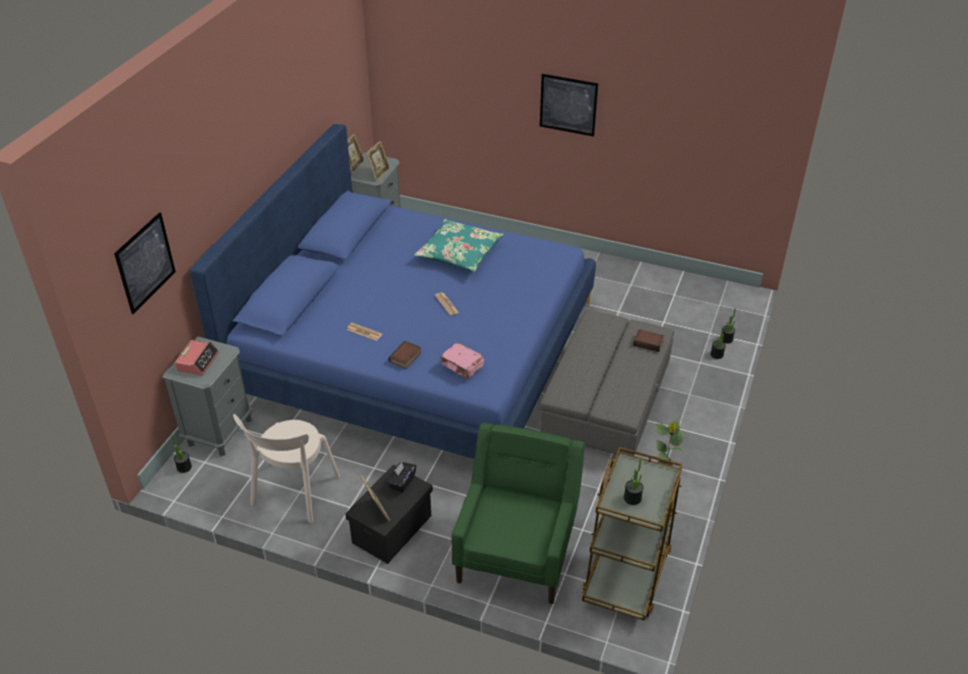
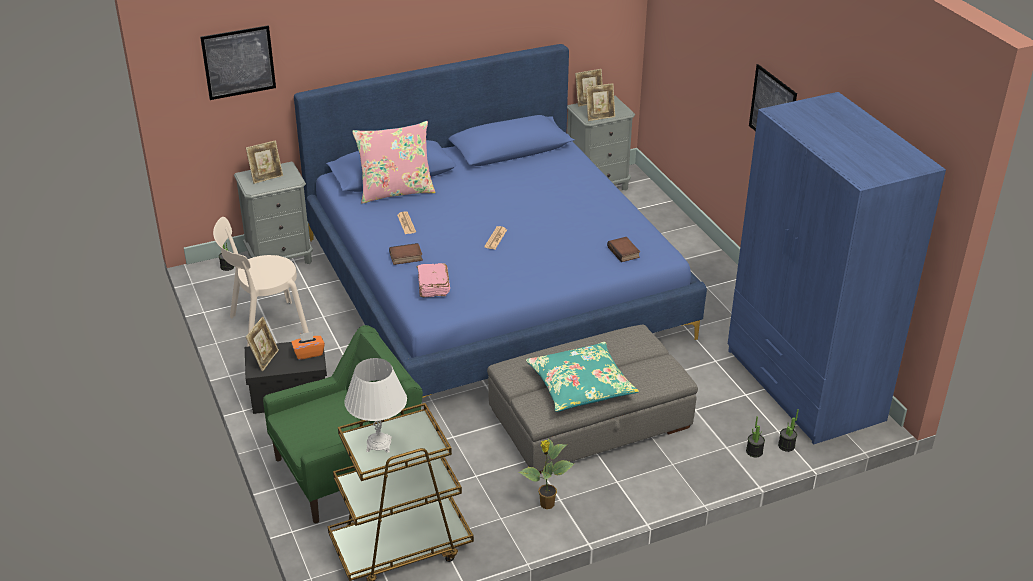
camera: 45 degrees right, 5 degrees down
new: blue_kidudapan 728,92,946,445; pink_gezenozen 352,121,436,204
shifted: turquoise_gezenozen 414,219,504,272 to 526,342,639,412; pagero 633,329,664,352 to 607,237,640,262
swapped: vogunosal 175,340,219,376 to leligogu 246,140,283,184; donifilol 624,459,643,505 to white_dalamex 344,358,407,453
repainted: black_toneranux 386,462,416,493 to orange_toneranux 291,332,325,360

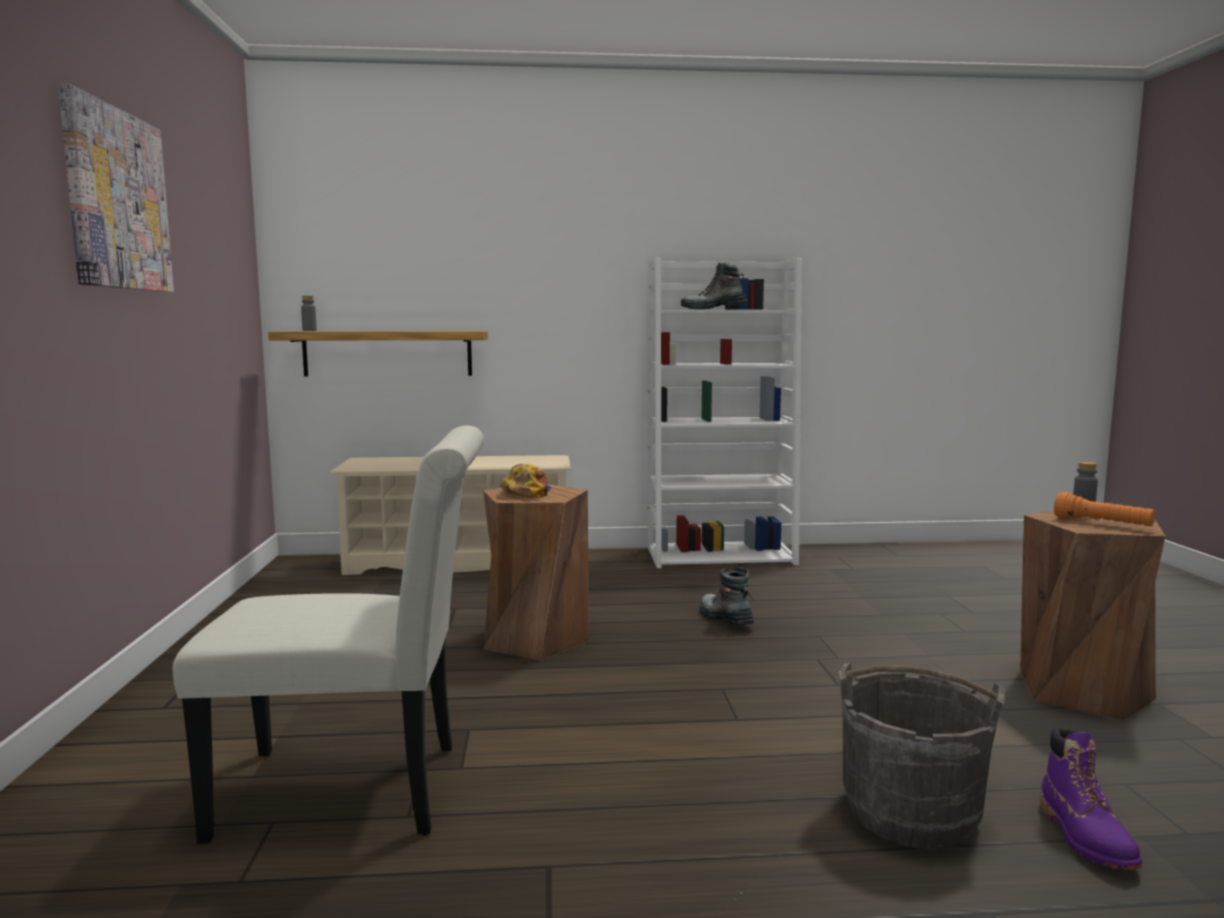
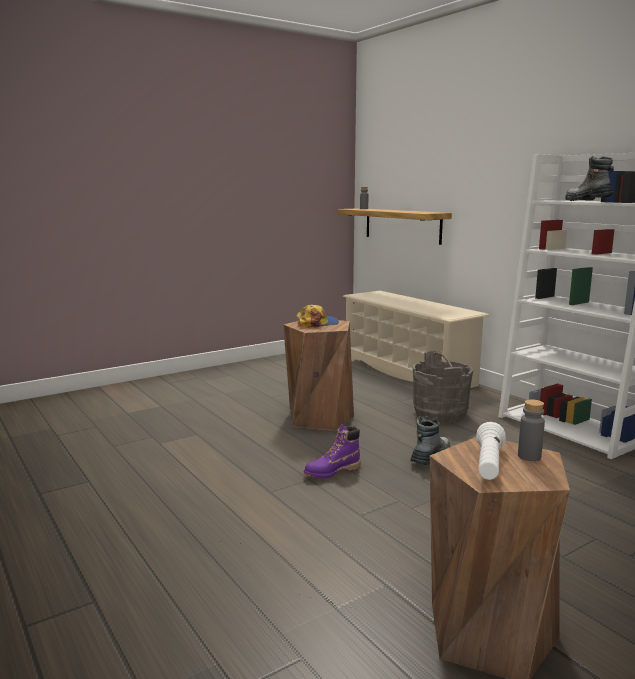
camera: 60 degrees right, 5 degrees up
gone: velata 58,84,174,292; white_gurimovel 172,426,484,844
shifted: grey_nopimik 839,663,1006,849 to 412,351,473,423; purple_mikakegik 1040,728,1142,870 to 304,424,361,479
repainted: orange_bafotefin 1054,492,1155,526 to white_bafotefin 476,422,506,480

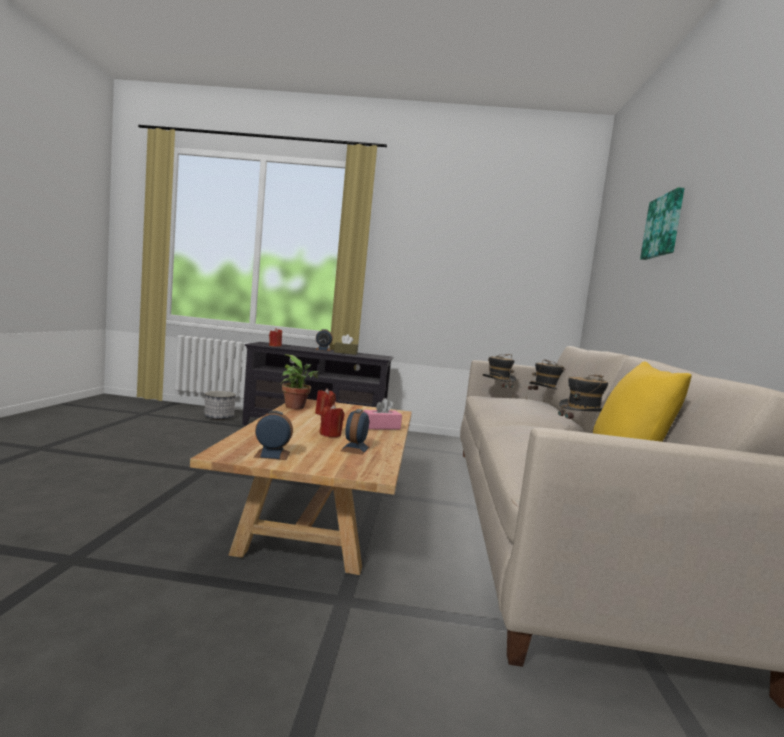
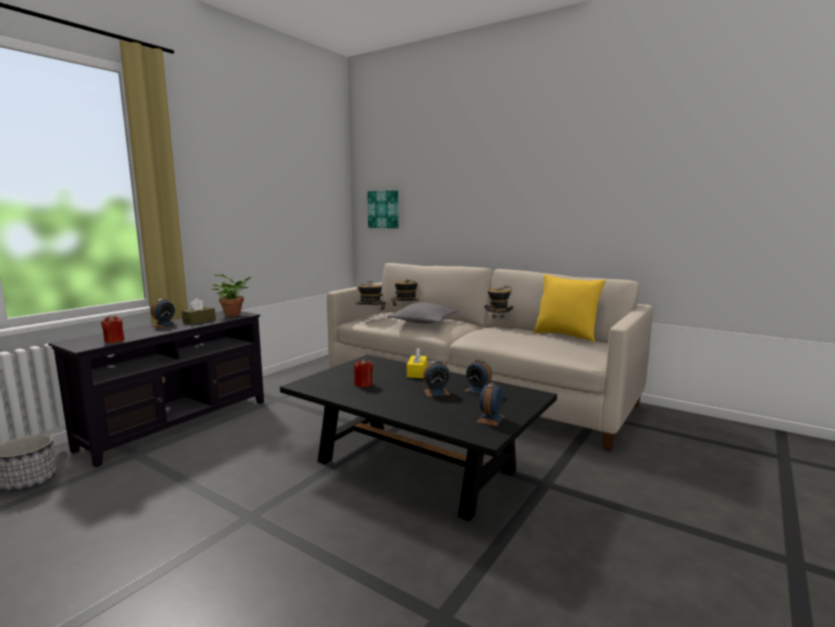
camera: 60 degrees left, 5 degrees up
new: grey_gezenozen 387,302,458,324
shifted: velata 640,187,684,260 to 367,190,399,228; donifilol 280,354,319,409 to 211,274,254,317
swapped: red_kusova 319,404,345,437 to vogunosal 423,361,450,397
repainted: pink_toneranux 364,398,402,430 to yellow_toneranux 407,348,427,378; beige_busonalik 190,399,412,575 to black_busonalik 280,355,557,521

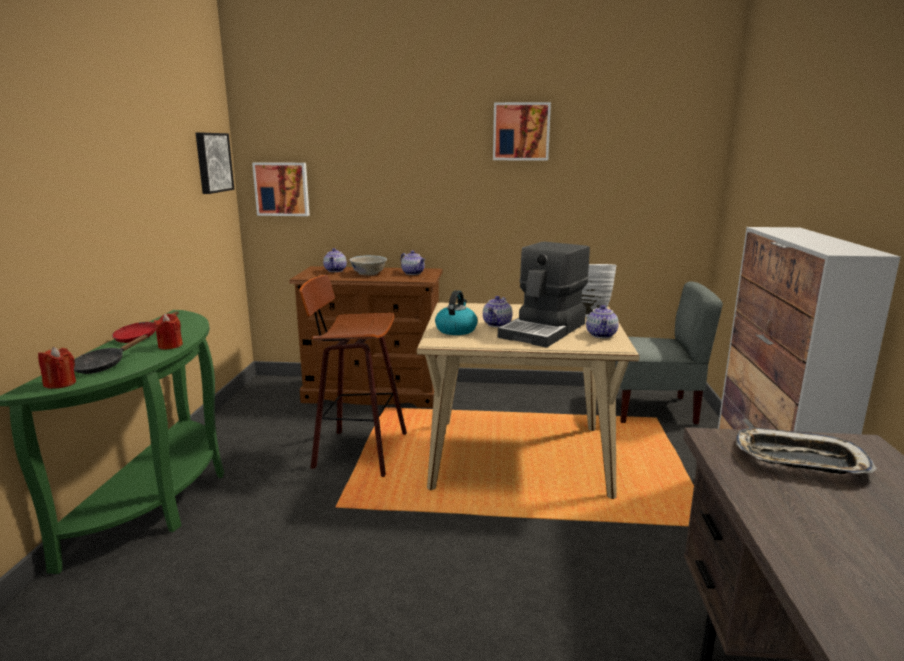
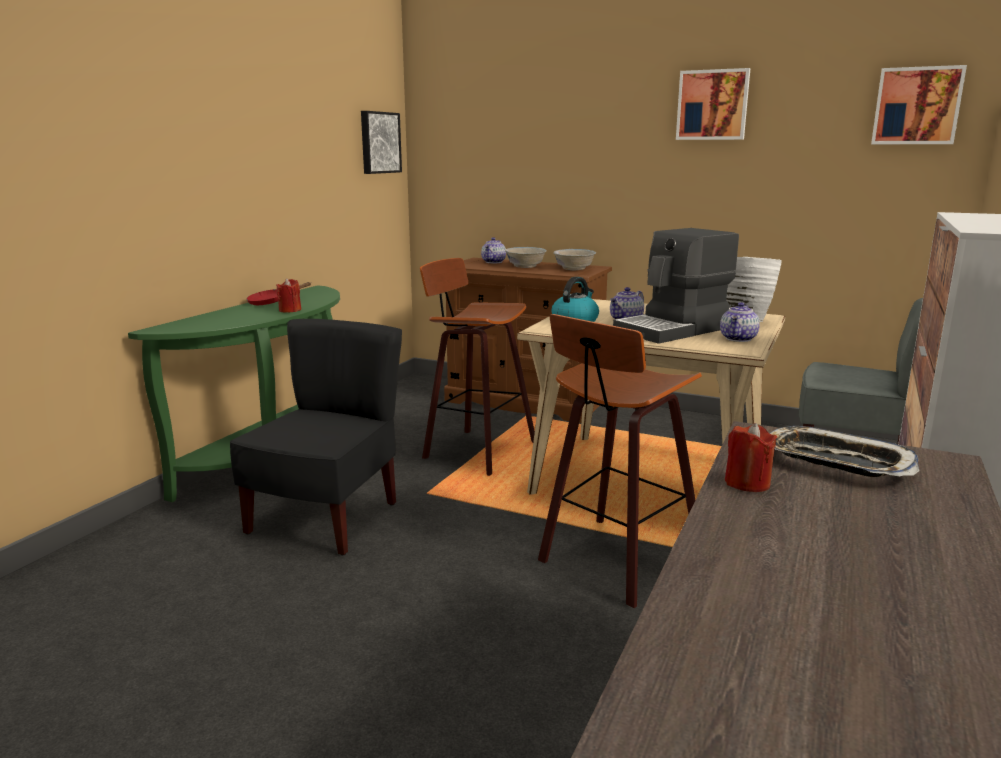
camera: 20 degrees right, 0 degrees up
gone: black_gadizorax 74,335,148,374
new: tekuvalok 538,314,702,608; black_gurimovel 230,319,402,555
shifted: velata 252,162,310,216 to 871,65,967,144; red_kusova 38,347,76,389 to 725,423,777,492
swapped: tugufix 401,251,425,275 to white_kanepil 553,249,596,270

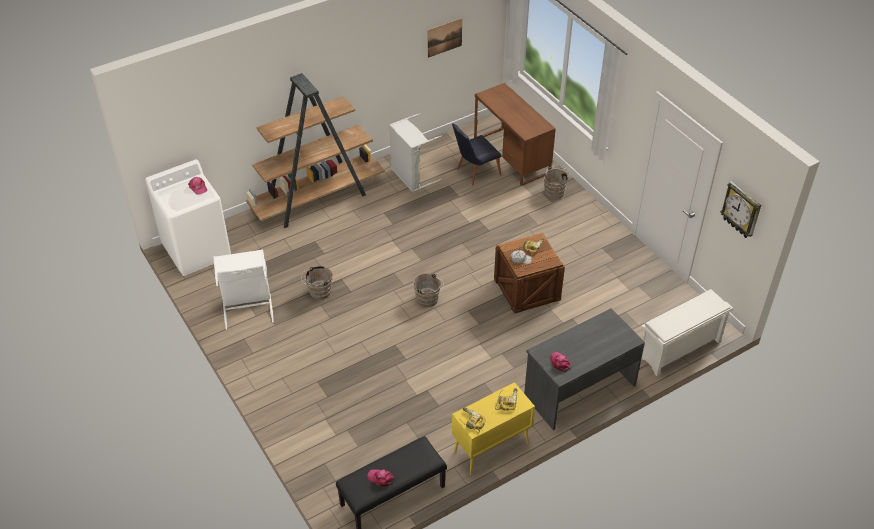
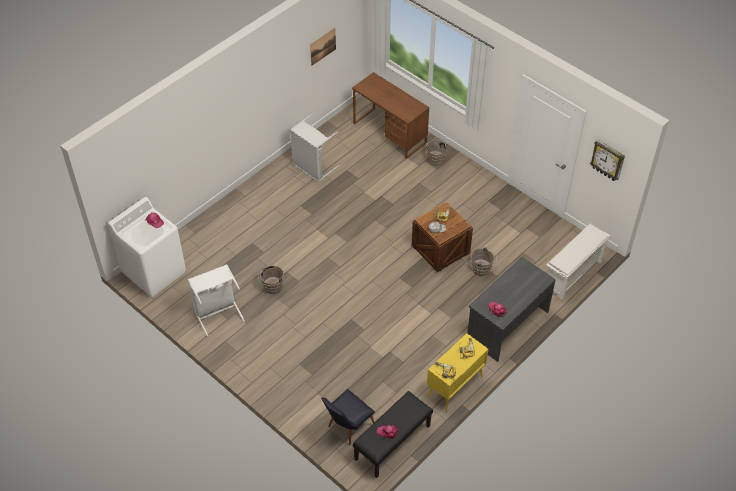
camera: 15 degrees left, 5 degrees up
gone: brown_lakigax 246,73,385,228
shifted: black_gurimovel 452,124,502,186 to 321,389,375,445; brown_nopimik 413,273,444,308 to 471,248,497,276

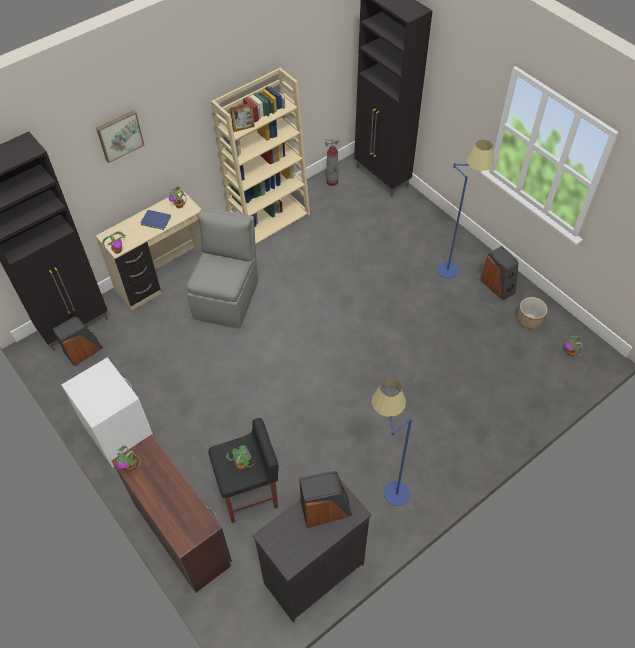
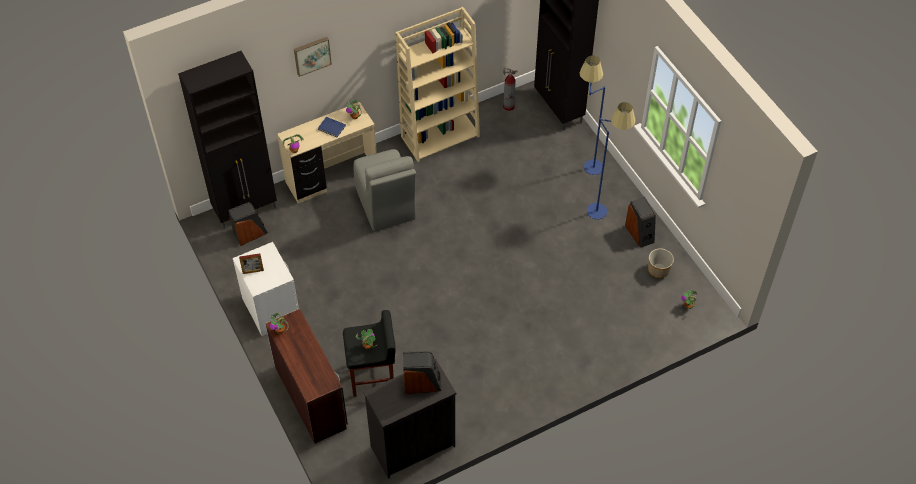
camera: 10 degrees right, 0 degrees up
shifted: leligogu 230,102,255,132 to 239,253,264,274; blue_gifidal 372,379,412,506 to 580,55,605,175
rotated: grey_gurimovel 187,208,258,328 = 354,149,416,231 135 degrees clockwise

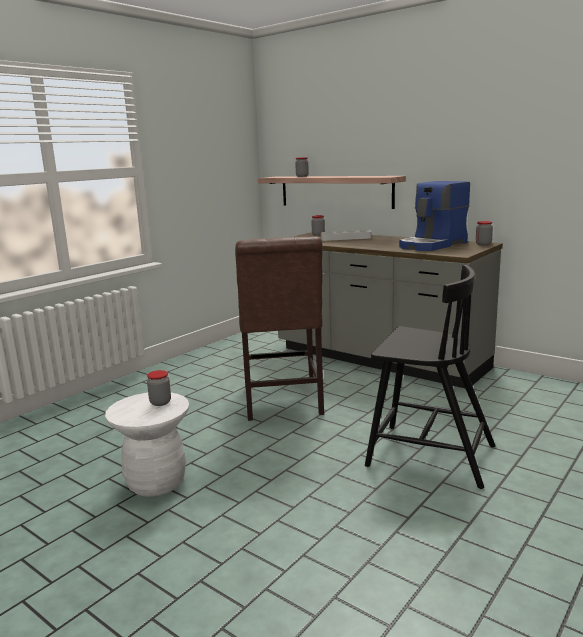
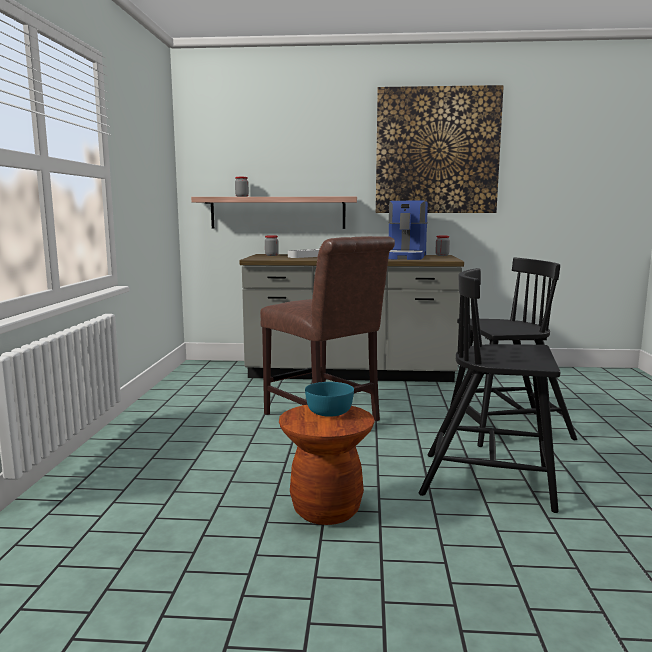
camera: 35 degrees left, 5 degrees down
new: velata 376,85,504,213; black_gurimovel 419,268,560,513
swapped: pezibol 147,370,171,406 to turquoise_kanepil 305,382,354,417
repainted: white_tekuvalok 105,393,189,497 to brown_tekuvalok 279,405,375,525

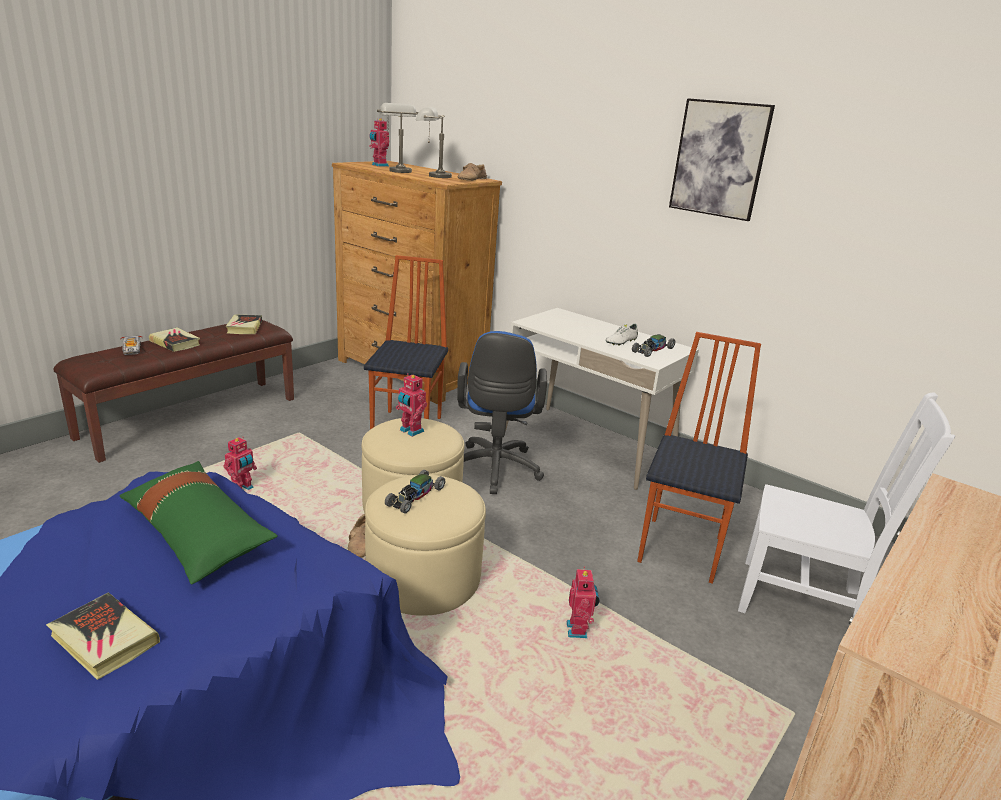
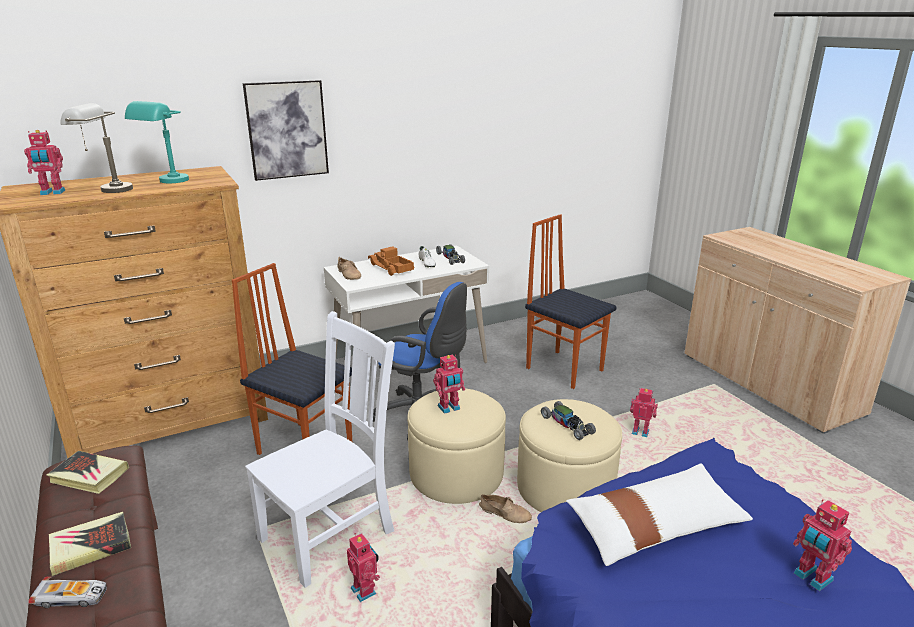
camera: 65 degrees left, 0 degrees up
new: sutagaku 368,246,415,276
shifted: velata 669,98,775,221 to 243,80,329,181; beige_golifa 458,163,487,181 to 337,257,361,280; white_gurimovel 738,393,955,618 to 245,311,395,588
swapped: pagero 46,592,160,680 to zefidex 793,499,852,591
repainted: grey_dalamex 416,107,452,178 to turquoise_dalamex 125,101,189,183; green_gezenozen 119,461,278,585 to white_gezenozen 566,463,753,566

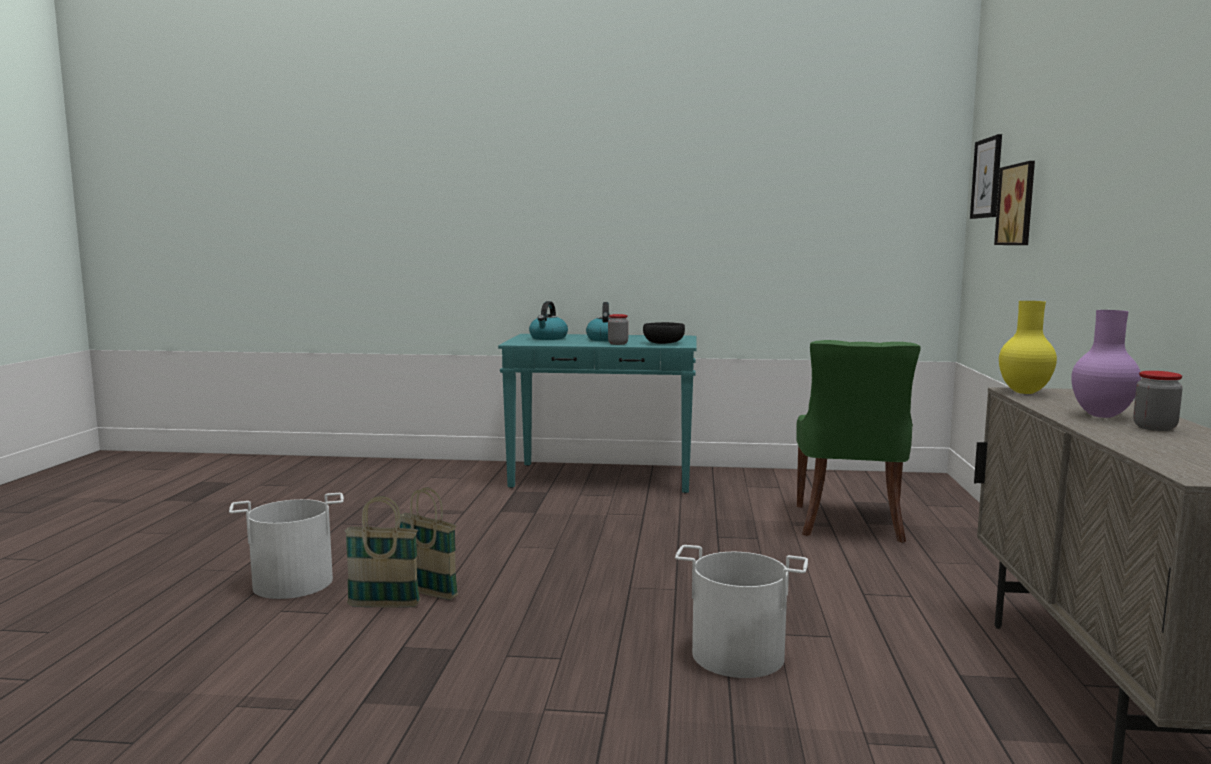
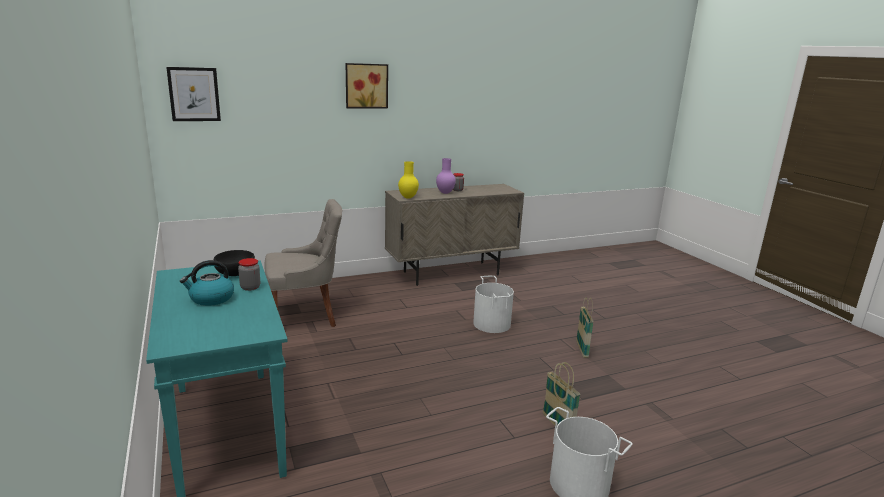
camera: 120 degrees left, 10 degrees up
gone: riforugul 529,301,568,340
shifted: velata 994,161,1035,245 to 346,63,388,108; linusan 400,488,458,600 to 576,298,594,358
repainted: green_gurimovel 796,340,921,543 to grey_gurimovel 264,199,342,327

